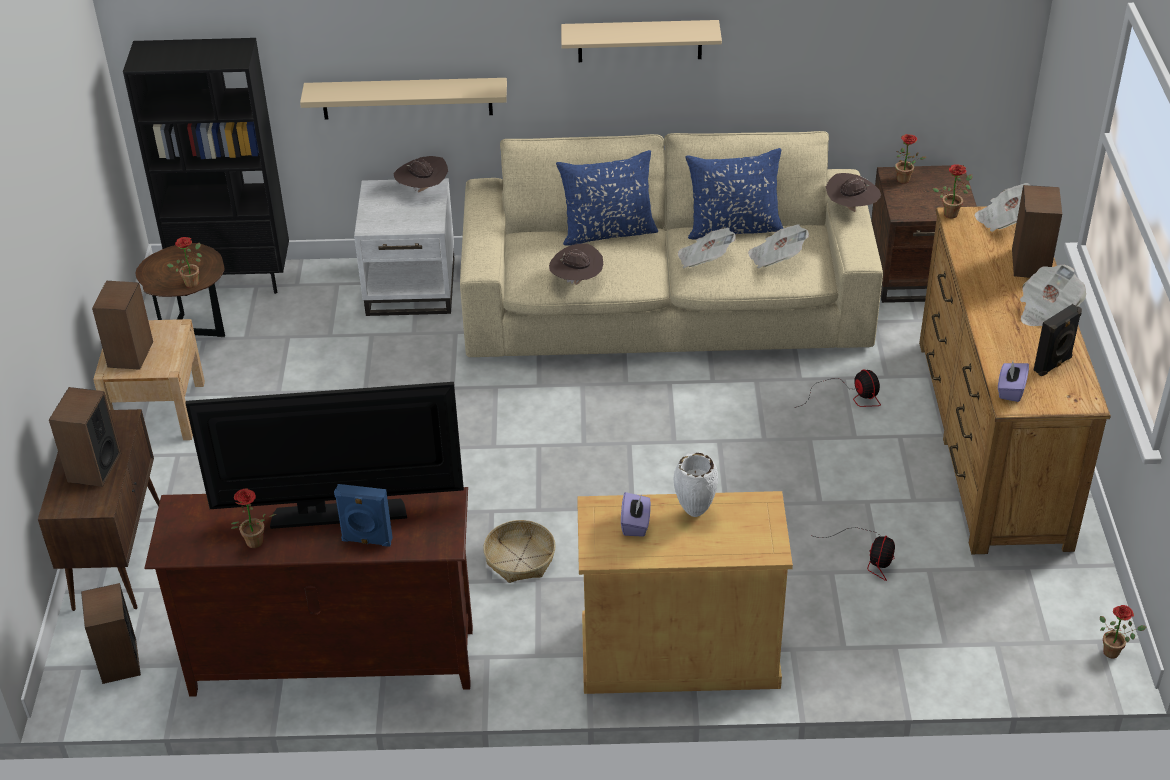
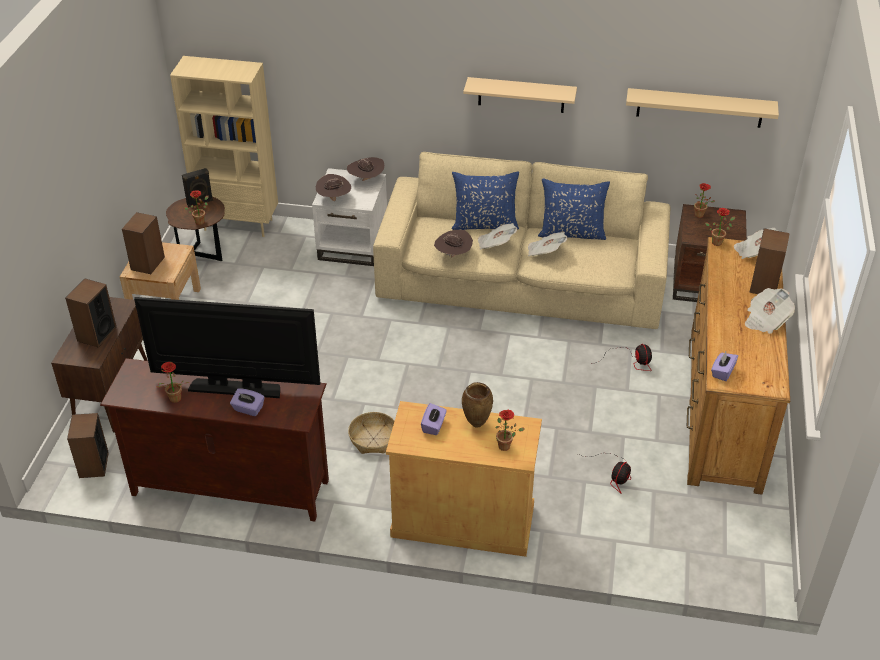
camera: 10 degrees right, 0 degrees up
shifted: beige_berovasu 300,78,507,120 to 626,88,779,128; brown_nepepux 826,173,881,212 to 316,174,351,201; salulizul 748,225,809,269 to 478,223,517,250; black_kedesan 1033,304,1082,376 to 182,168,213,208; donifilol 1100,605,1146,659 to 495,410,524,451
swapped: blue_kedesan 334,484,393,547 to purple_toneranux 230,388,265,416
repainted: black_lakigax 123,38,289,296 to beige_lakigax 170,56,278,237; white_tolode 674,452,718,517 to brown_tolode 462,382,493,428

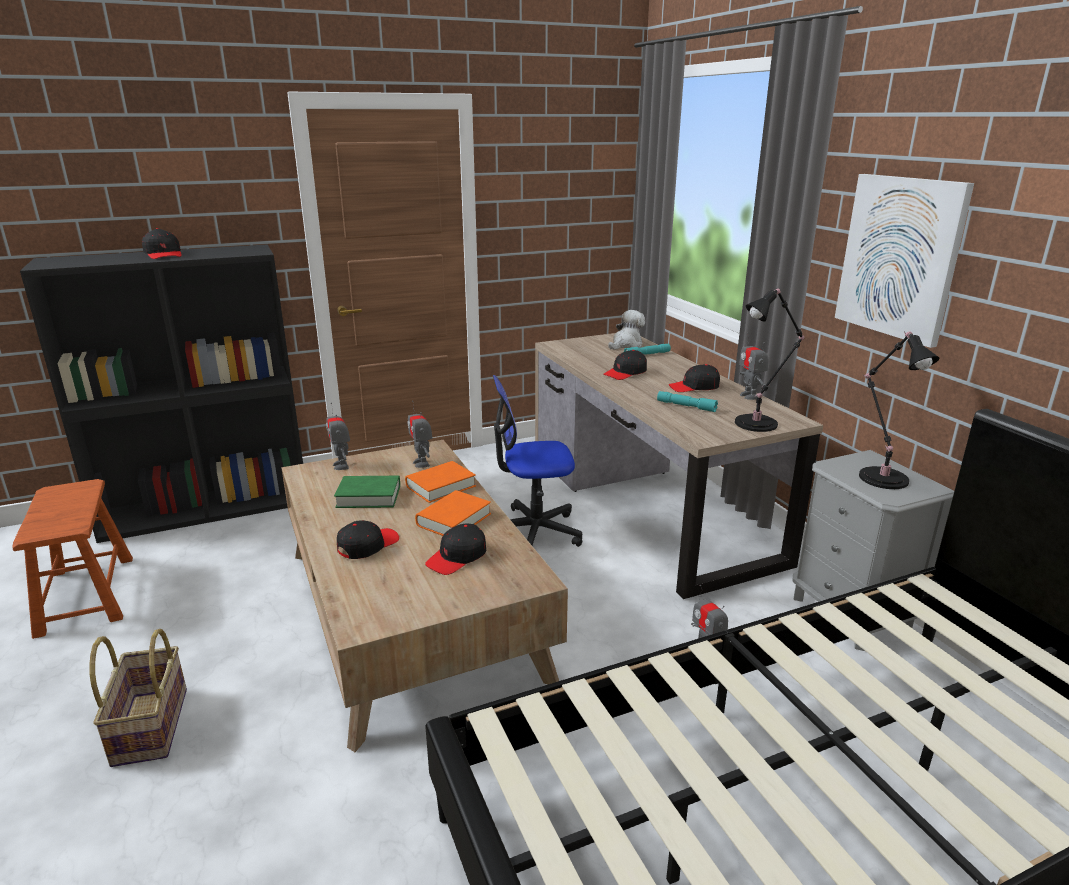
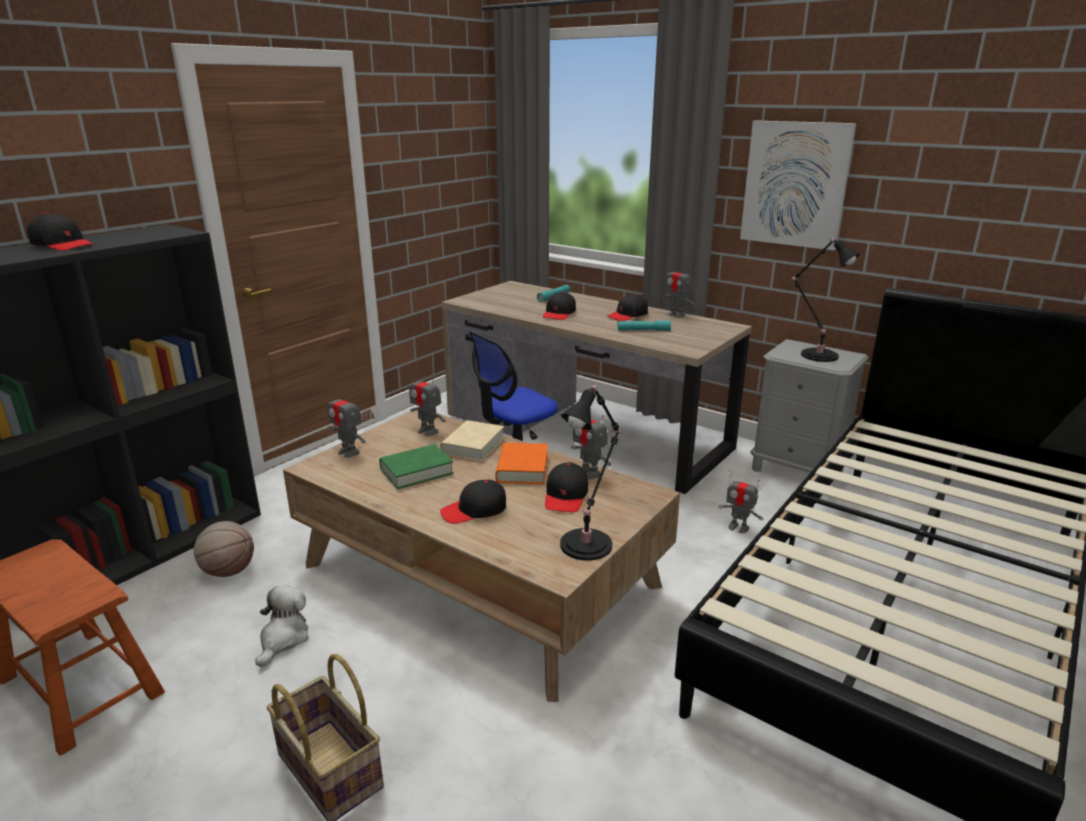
camera: 30 degrees left, 0 degrees up
new: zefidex 571,415,611,479; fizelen 193,521,254,577
shifted: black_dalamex 735,288,804,432 to 560,384,621,561; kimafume 608,310,645,349 to 255,585,309,667
repainted: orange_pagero 405,461,476,503 to beige_pagero 440,420,504,462
rotated: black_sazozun 337,520,399,559 = 440,480,506,524 120 degrees counterclockwise

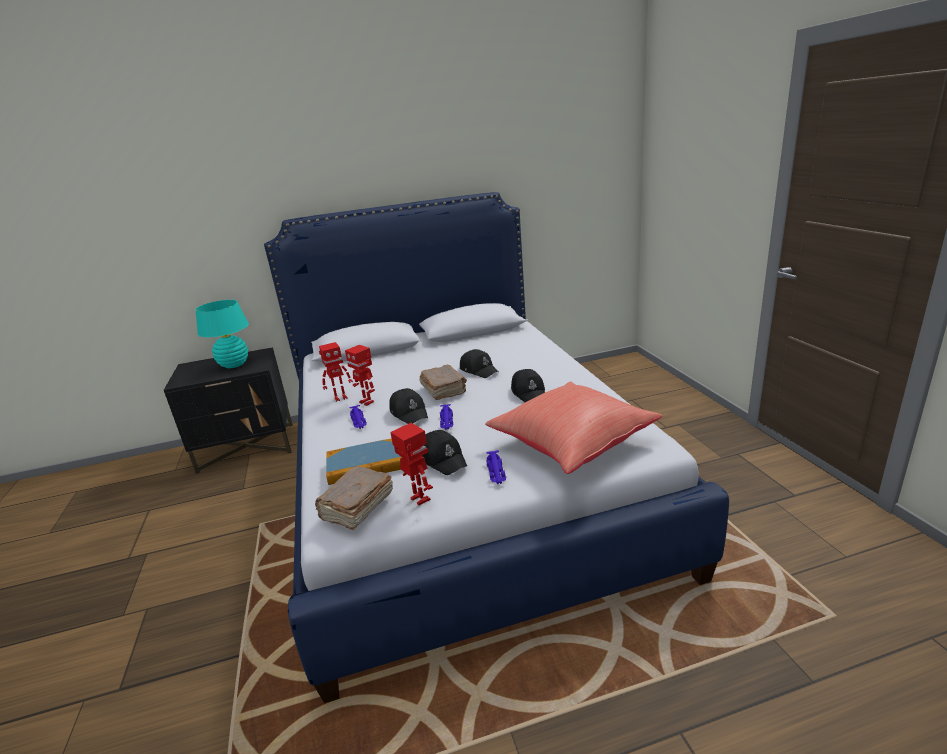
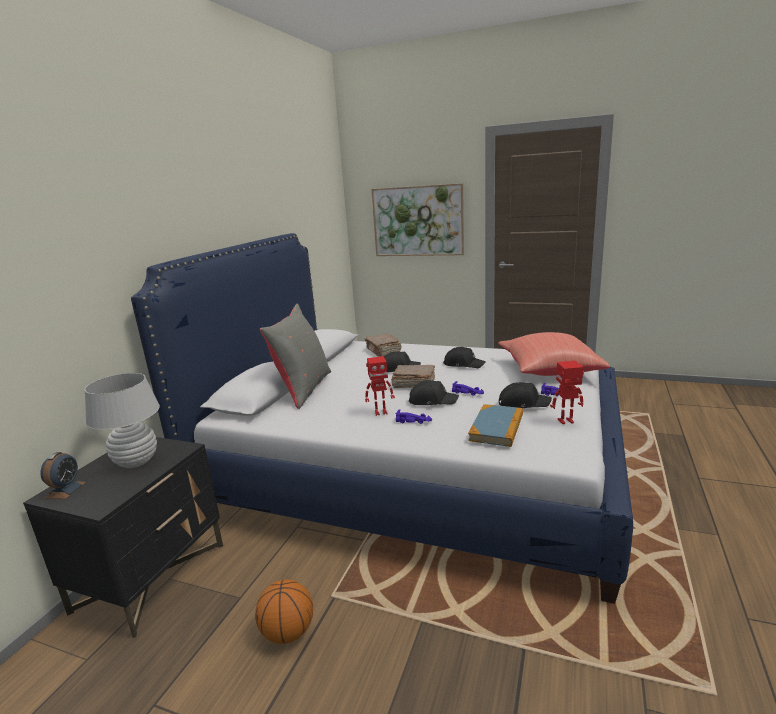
camera: 55 degrees left, 5 degrees down
gone: zefidex 319,342,353,402
new: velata 371,184,464,256; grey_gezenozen 260,304,331,409; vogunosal 40,452,86,499; fizelen 255,579,313,644
shifted: brown_pagero 315,466,393,530 to 365,334,402,357
repainted: turquoise_dalamex 196,300,249,368 to white_dalamex 85,373,160,468

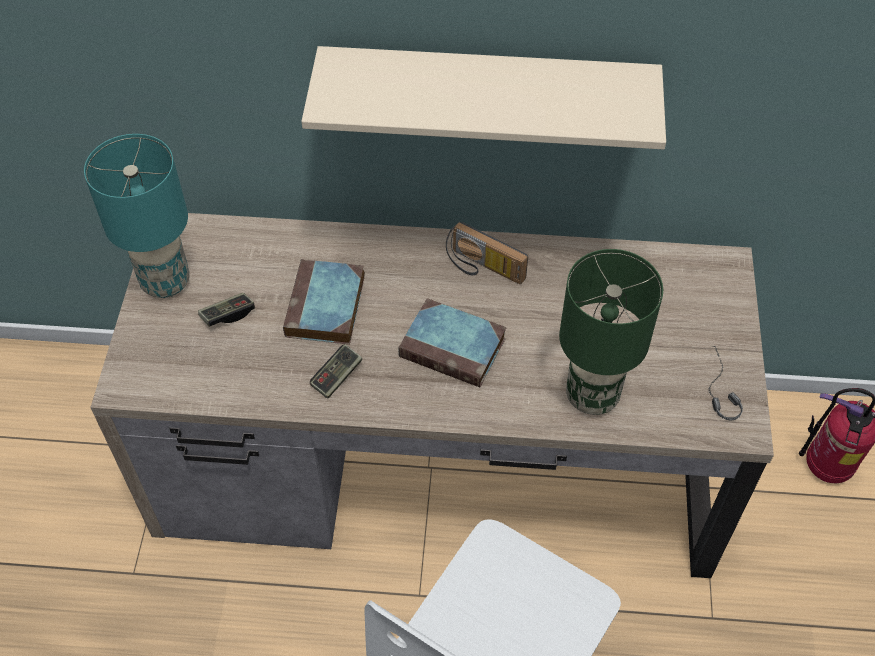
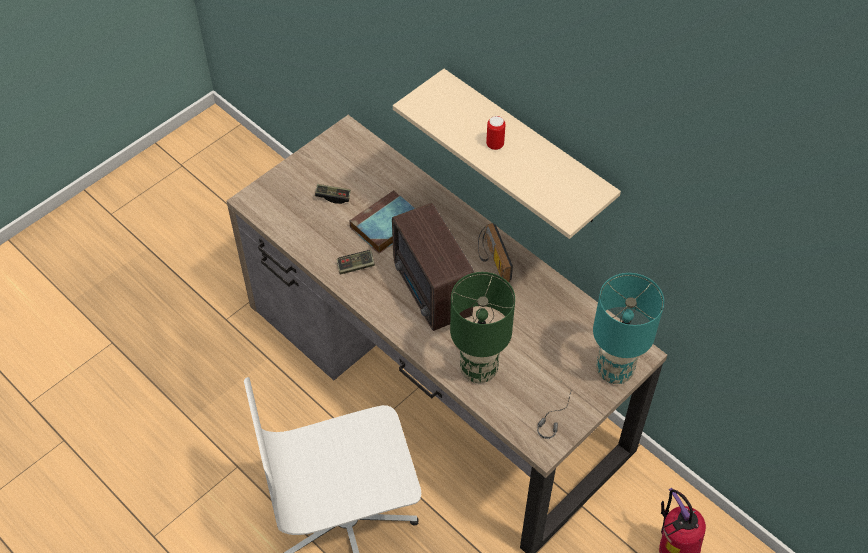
camera: 40 degrees right, 0 degrees up
new: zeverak 486,116,506,150
shifted: turquoise_dalamex 84,134,190,298 to 593,273,664,384
swapped: pagero 398,298,507,387 to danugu 392,203,474,331

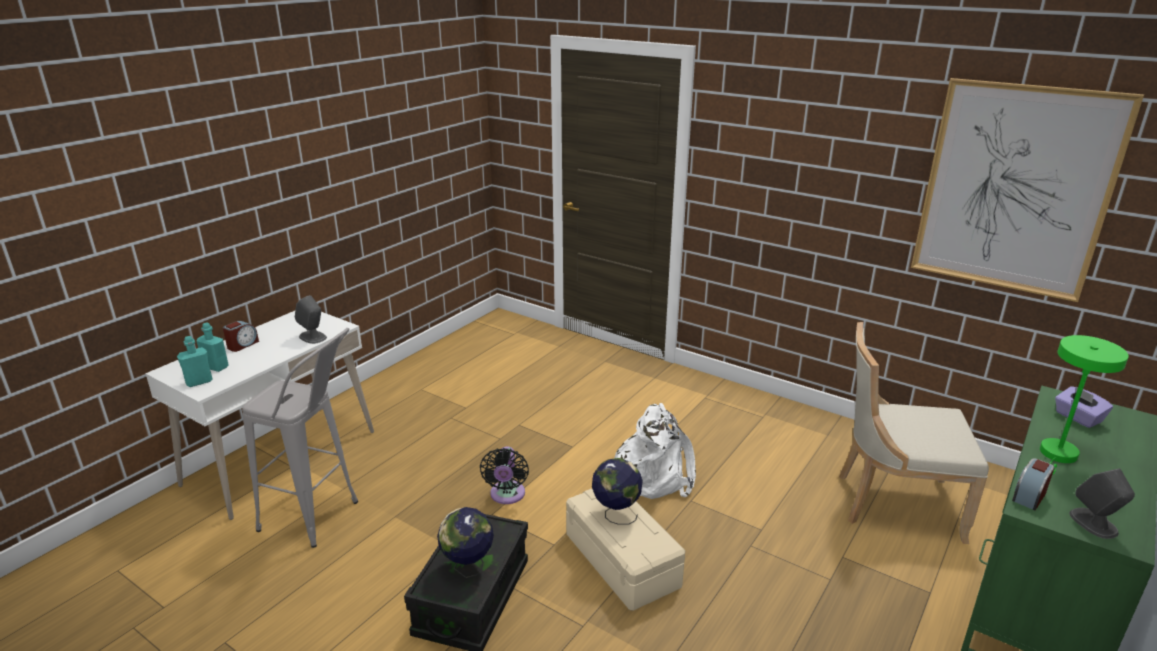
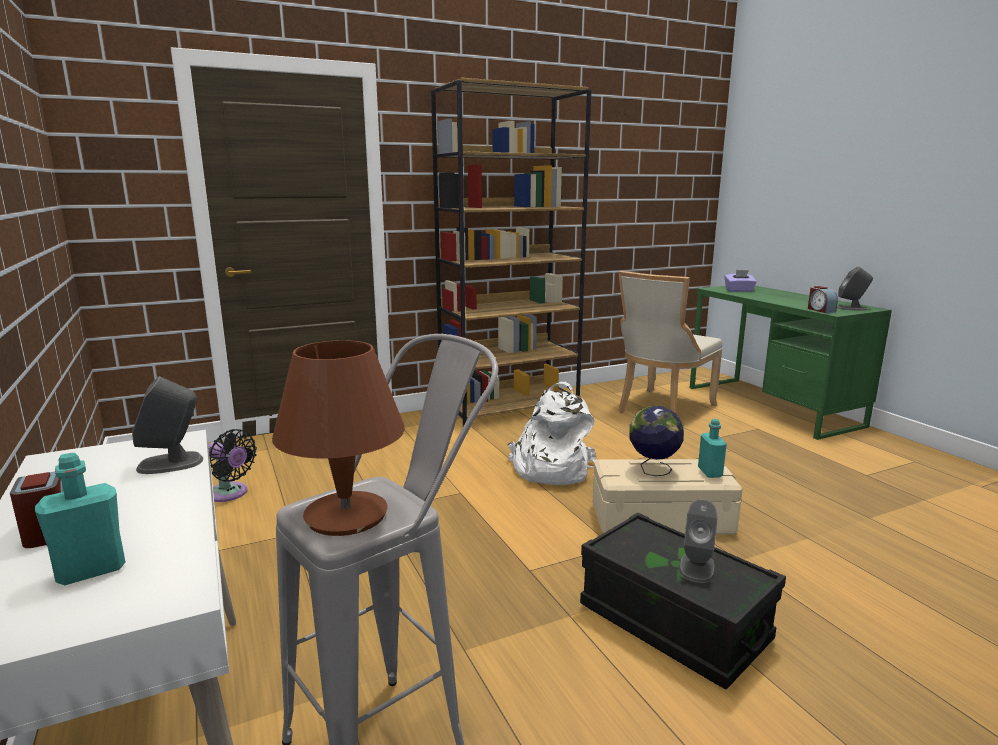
camera: 60 degrees left, 10 degrees down
gone: velata 911,78,1144,302; green_dalamex 1040,335,1129,475
new: brown_lakigax 431,78,592,426; brown_dalamex 272,340,405,536
shifted: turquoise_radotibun 177,336,212,387 to 698,419,727,478; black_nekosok 480,446,529,504 to 208,429,257,502
swapped: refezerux 437,507,494,578 to grey_kedesan 679,499,718,583

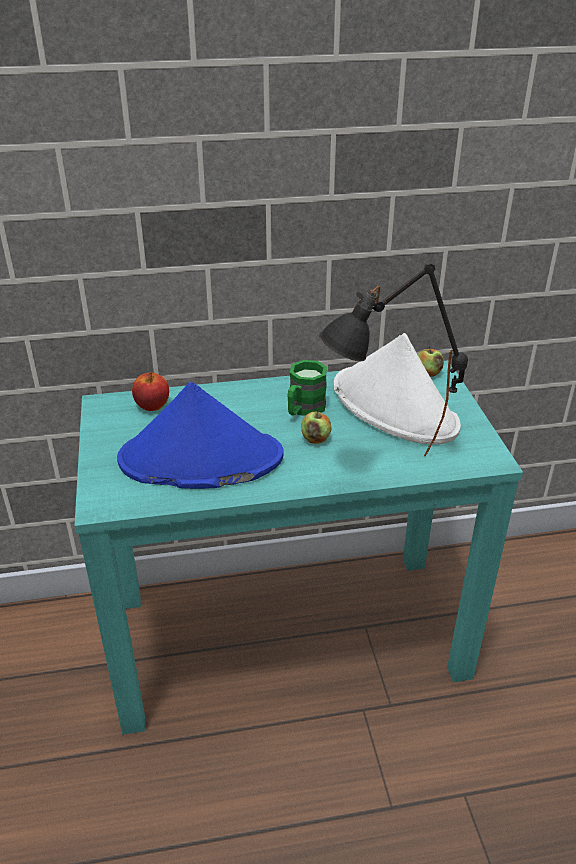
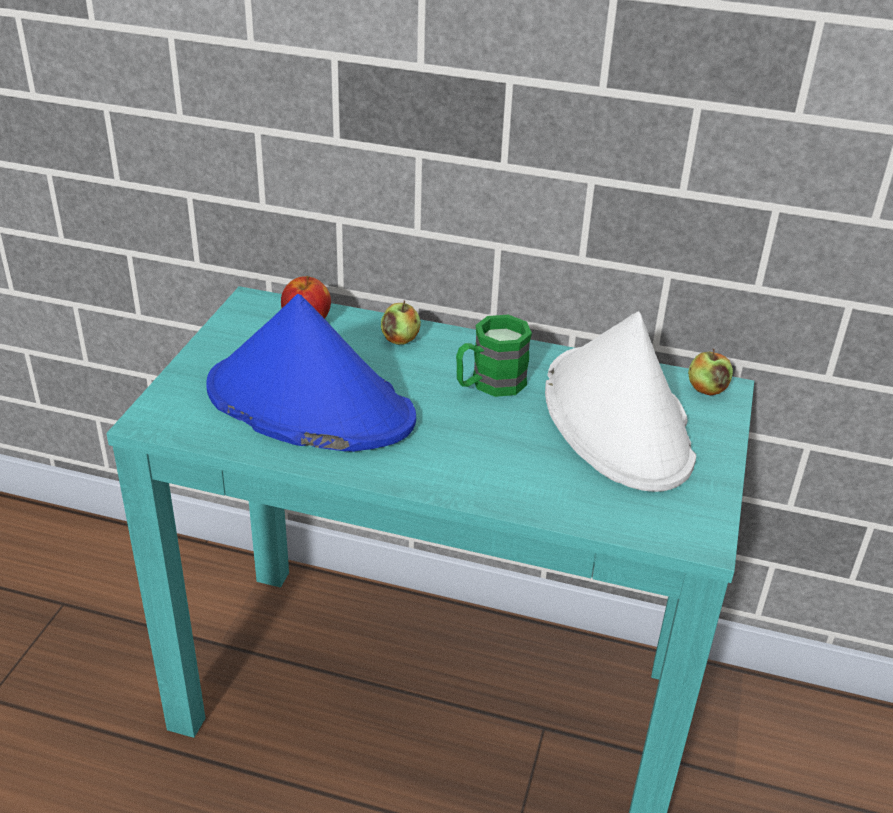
camera: 25 degrees right, 0 degrees up
gone: black_dalamex 319,263,468,456
shifted: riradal 301,410,332,444 to 381,301,421,345

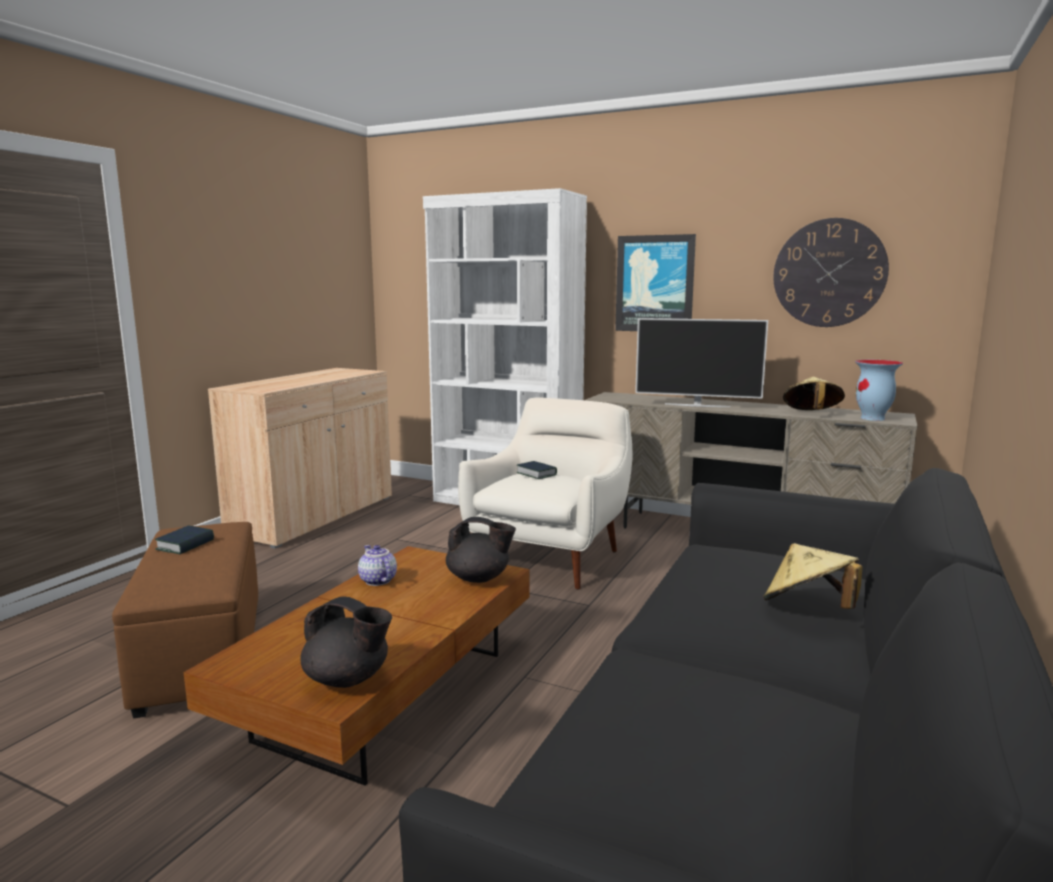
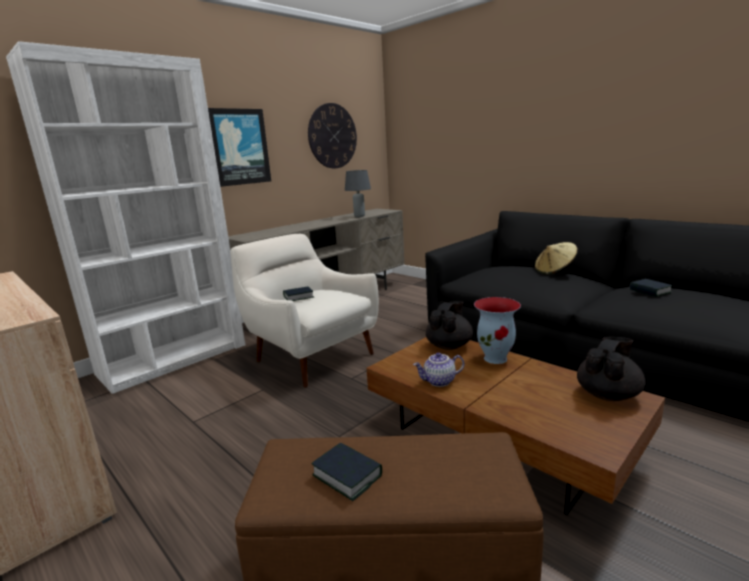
camera: 70 degrees left, 5 degrees up
gone: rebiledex 635,318,768,407
new: pagero 630,279,673,297
shifted: tolode 855,360,903,421 to 474,297,521,364
swapped: beige_nepepux 783,377,845,410 to grey_dalamex 345,170,371,217

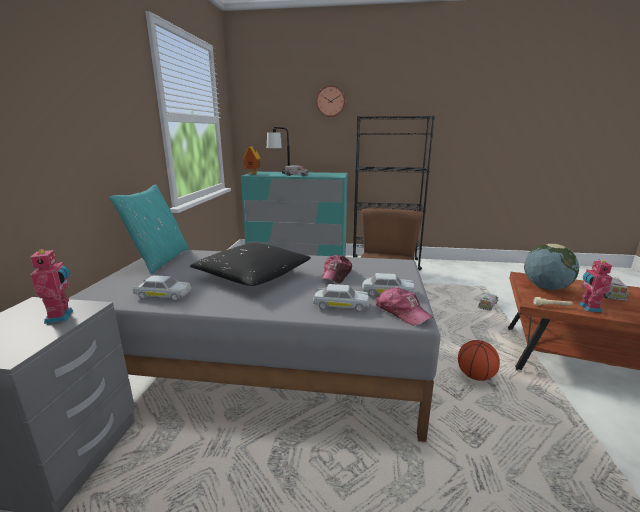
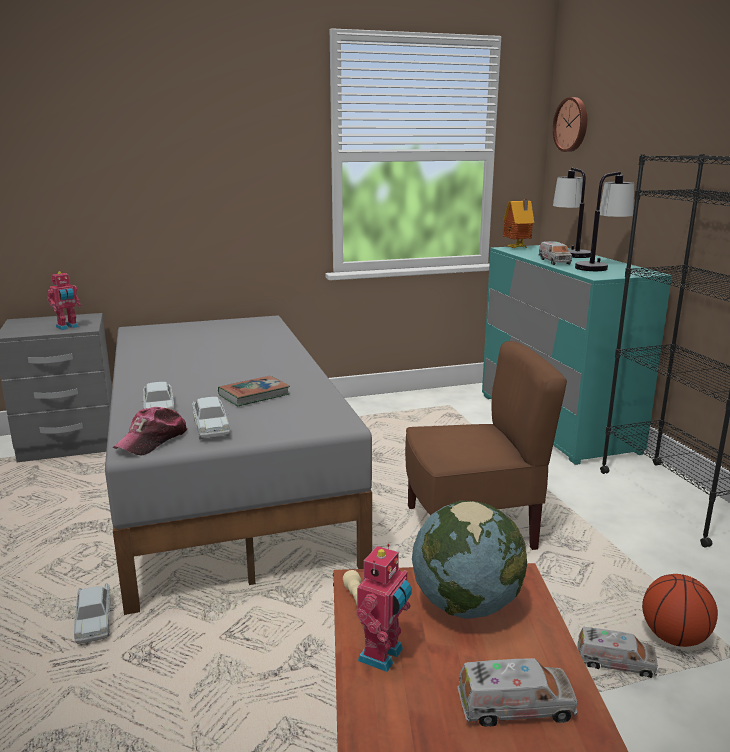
camera: 65 degrees right, 0 degrees up
gone: turquoise_gezenozen 109,184,189,274; black_gezenozen 190,243,311,286
new: dalamex 575,172,634,271
shifted: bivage 316,85,345,117 to 553,97,587,152; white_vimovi 133,275,192,301 to 72,583,110,644; fizelen 458,340,500,381 to 642,574,718,647
swapped: sazozun 320,255,352,284 to pagero 218,376,290,406
rotated: zefidex 579,259,612,312 = 356,544,412,672 135 degrees clockwise

